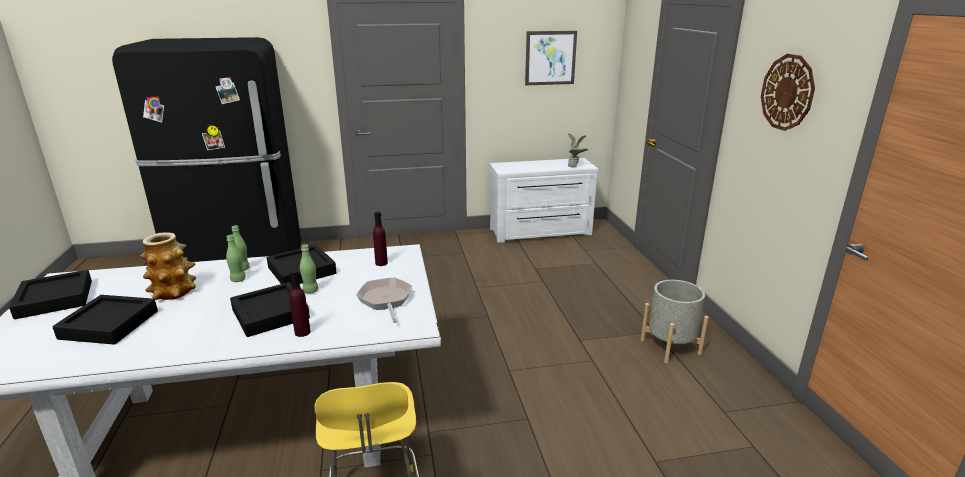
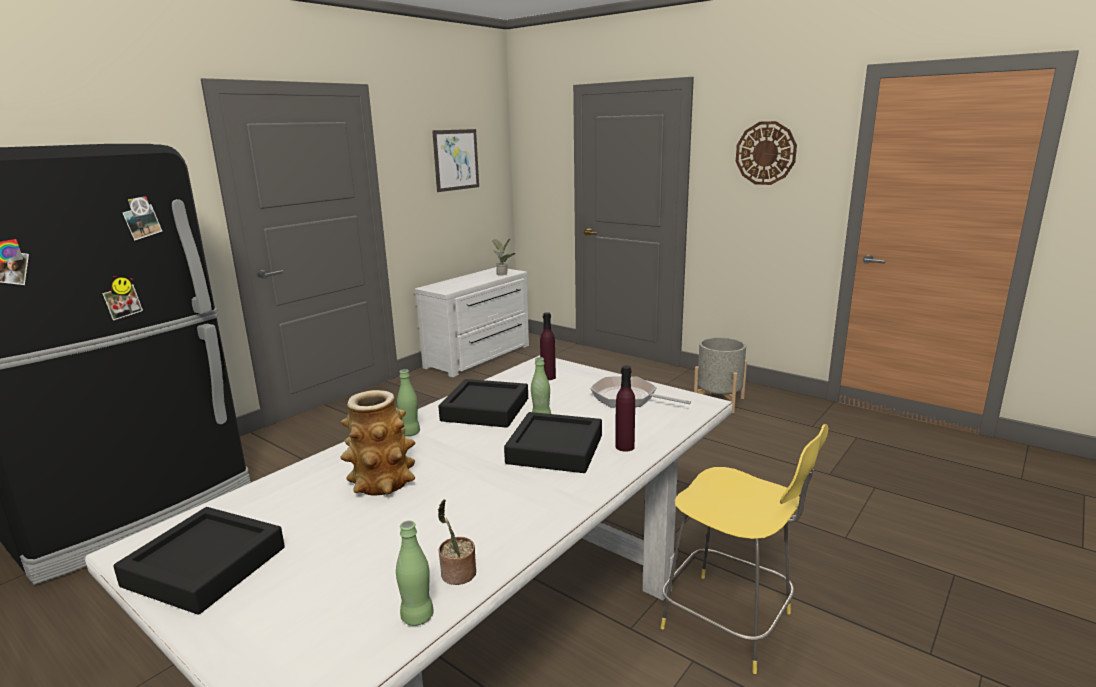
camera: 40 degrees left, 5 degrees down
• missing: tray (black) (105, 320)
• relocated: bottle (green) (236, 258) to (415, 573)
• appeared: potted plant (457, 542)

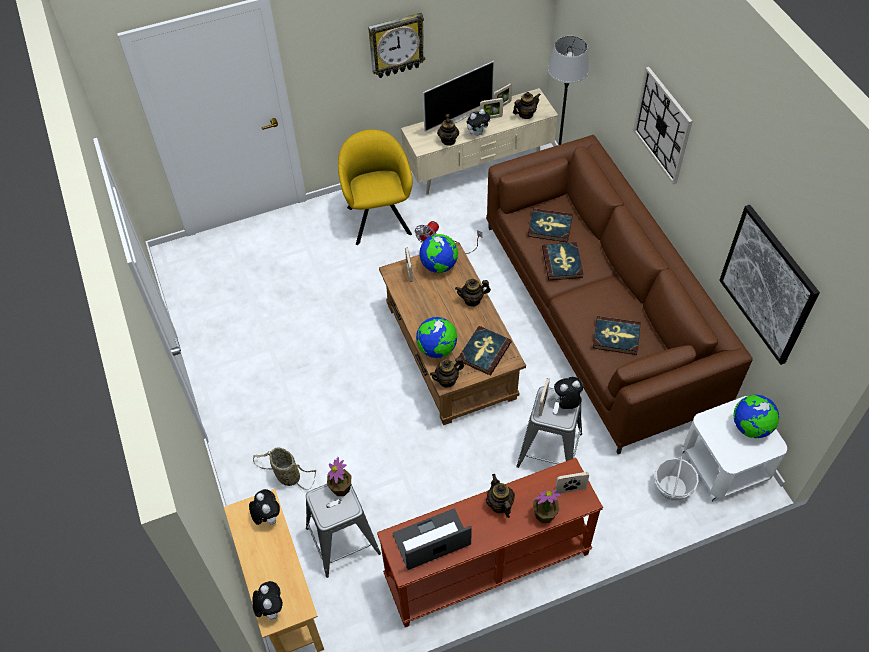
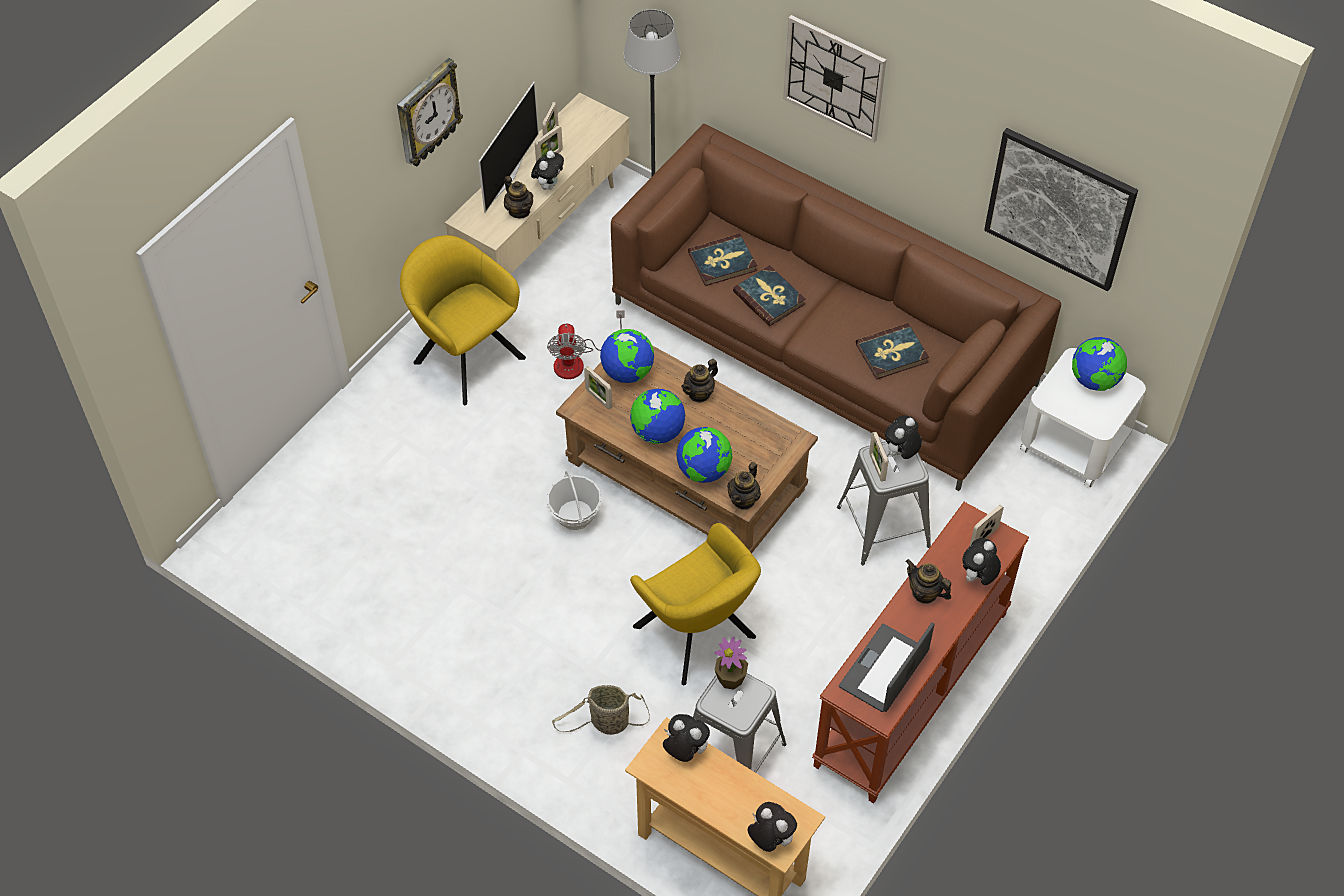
camera: 35 degrees left, 0 degrees up
• missing: book (485, 350)
• missing: teapot (527, 105)
• exchanged: potted plant (547, 506) to plush toy (981, 561)
• relocated: basket (676, 478) to (574, 500)
• appeared: globe (657, 416)
• appeared: armchair (yellow) (695, 604)

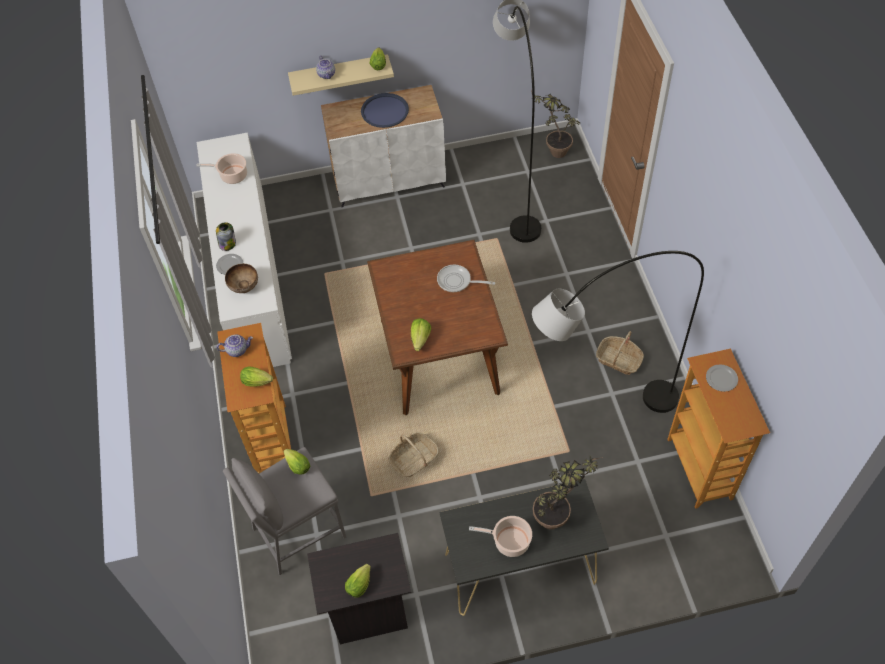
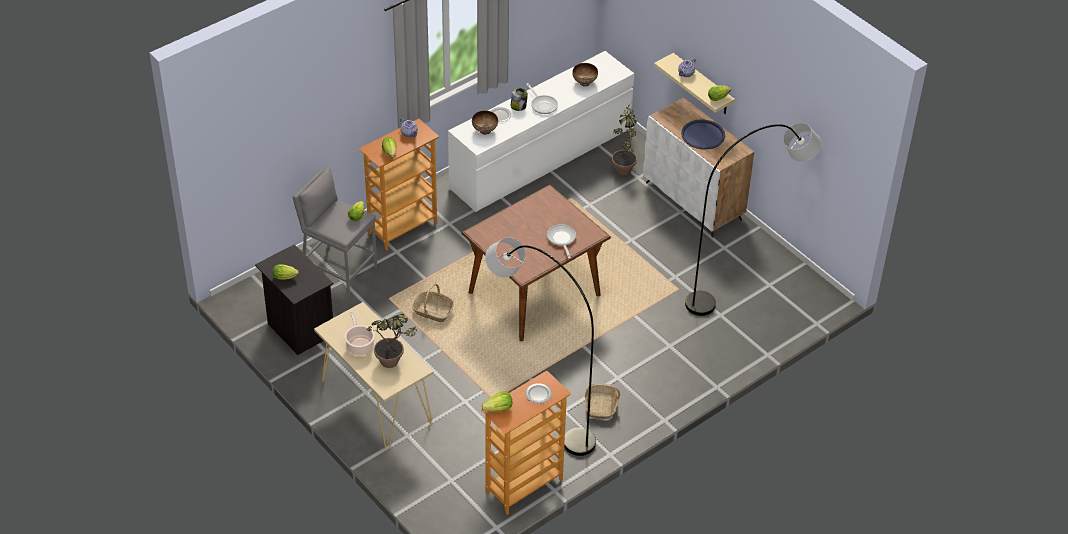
camera: 60 degrees right, 10 degrees down
• exchanged: cooking pot (221, 168) to bowl (585, 74)
• relocated: lettuce (421, 334) to (496, 401)
• colour: console table (black) (524, 547) to console table (beige) (374, 375)
• relocated: potted plant (555, 124) to (624, 139)
• appeared: frying pan (542, 98)

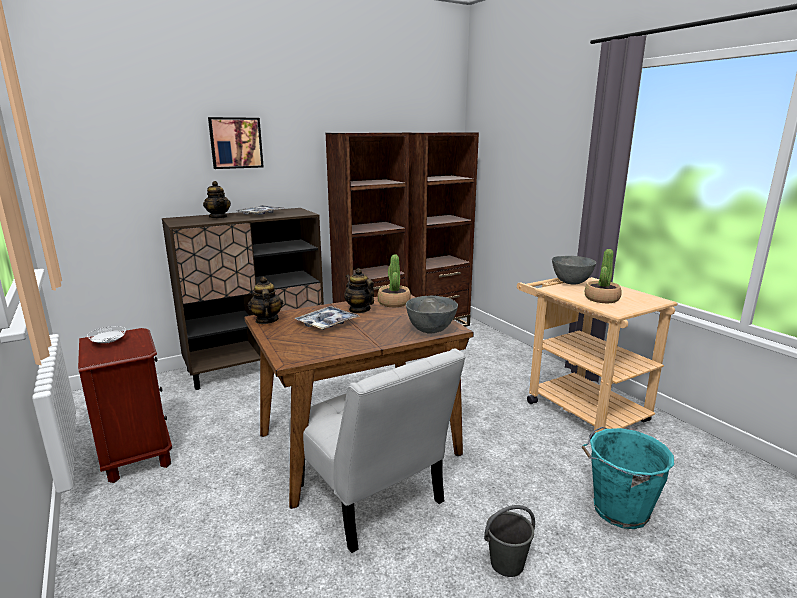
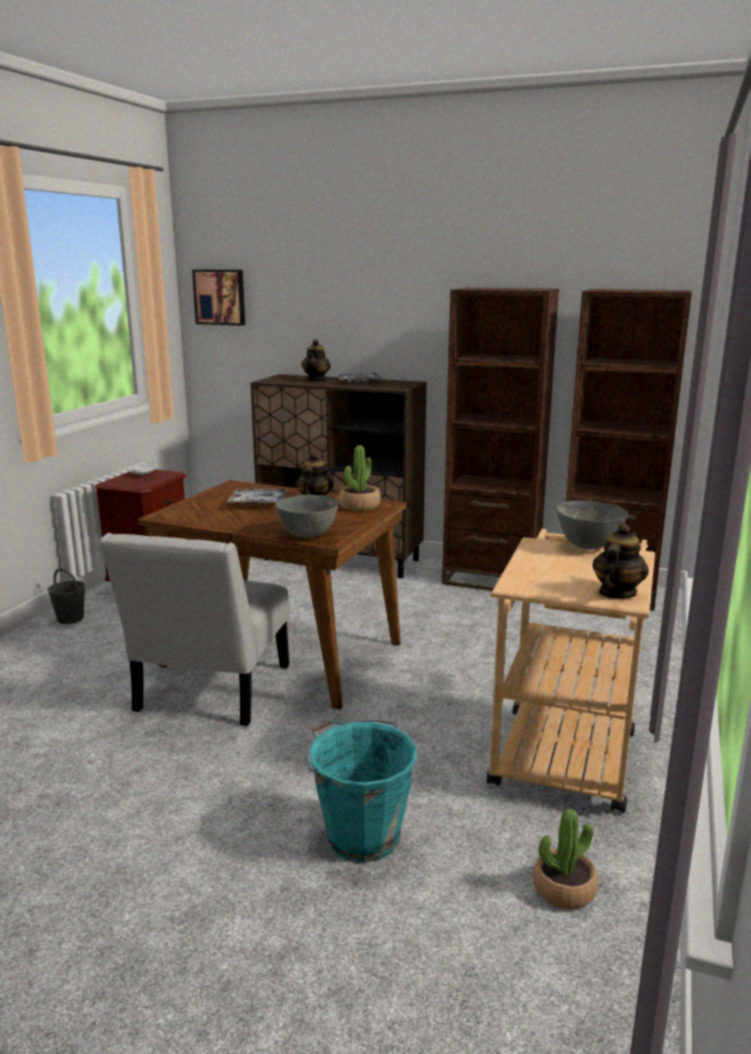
camera: 50 degrees right, 0 degrees up
• relocated: picture (236, 143) to (218, 298)
• relocated: teapot (265, 300) to (621, 561)
• relocated: bucket (grey) (509, 541) to (66, 596)
• relocated: potted plant (603, 276) to (565, 859)

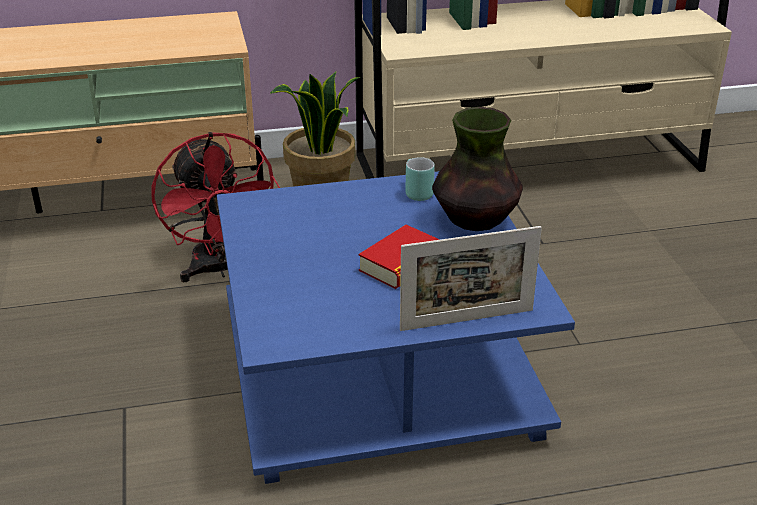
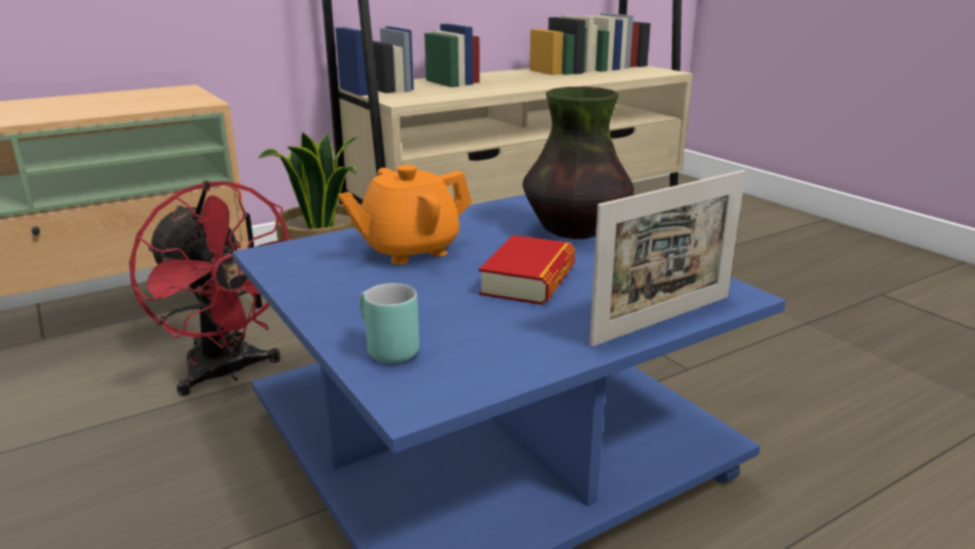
camera: 20 degrees left, 10 degrees down
• relocated: mug (turquoise) (420, 179) to (389, 323)
• appeared: teapot (orange) (405, 215)

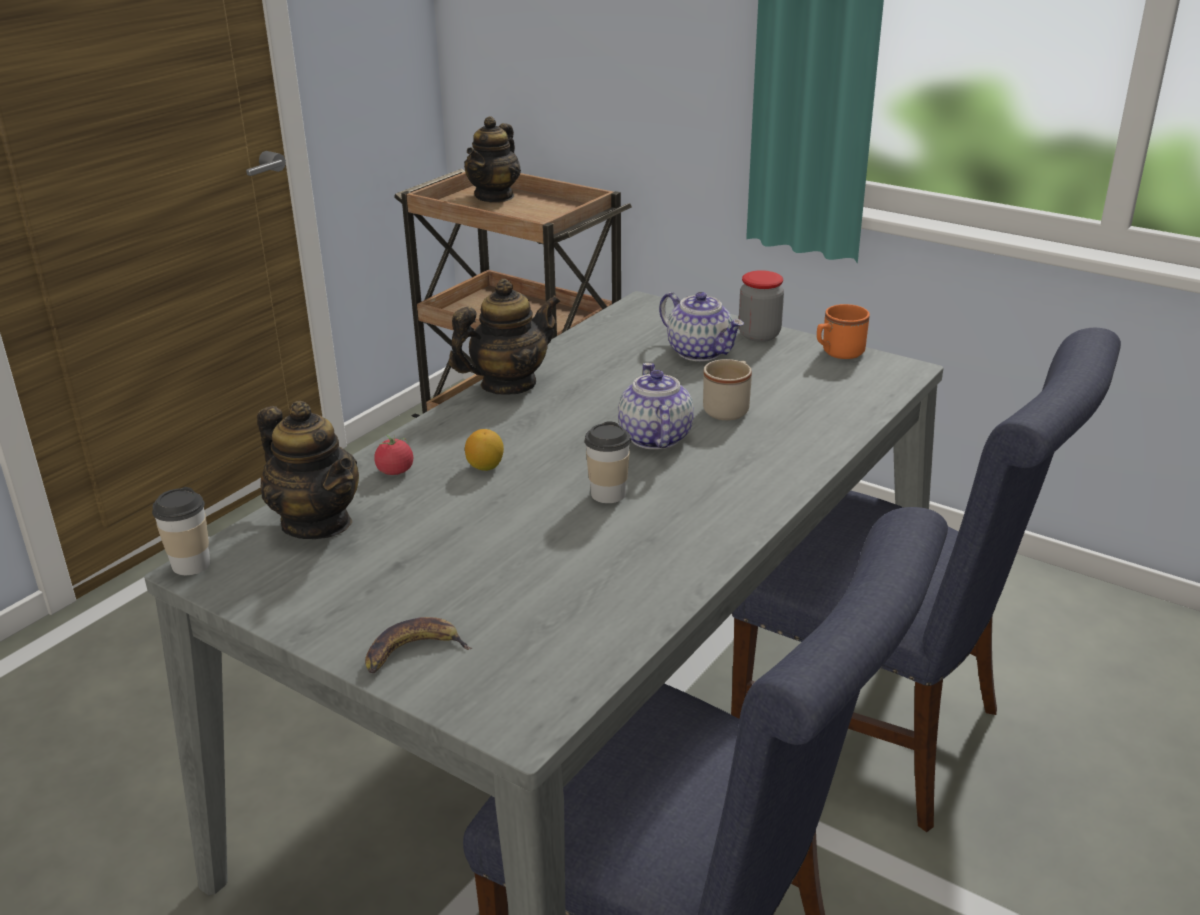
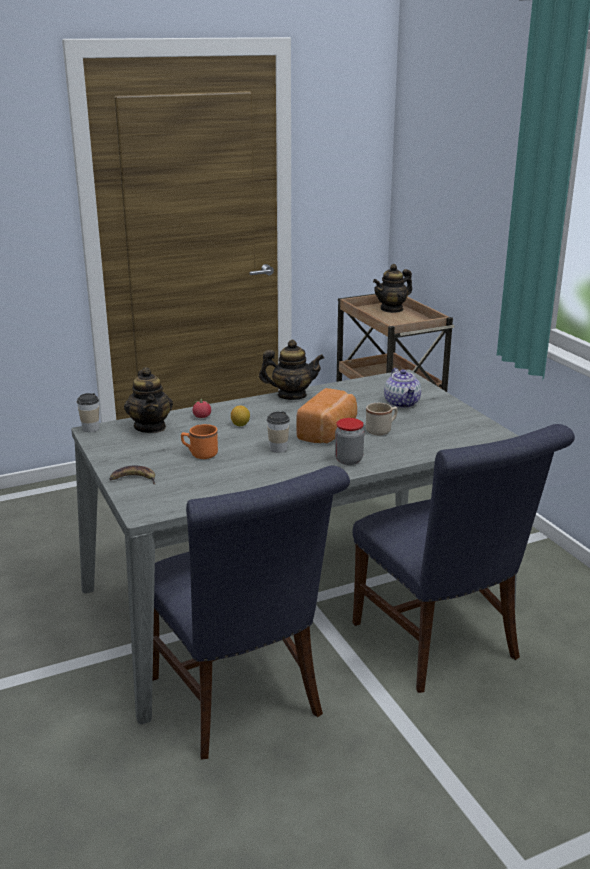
camera: 30 degrees right, 5 degrees down
• exchanged: teapot (656, 406) to bread (326, 415)
• relocated: jar (761, 306) to (349, 441)
• relocated: mug (orange) (843, 331) to (199, 441)

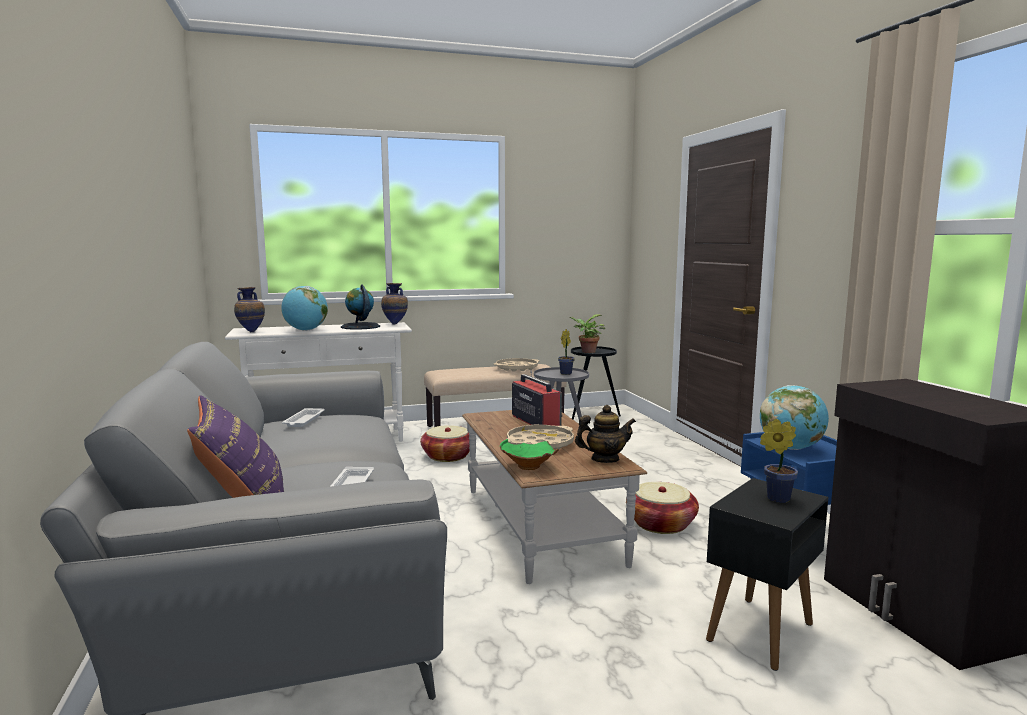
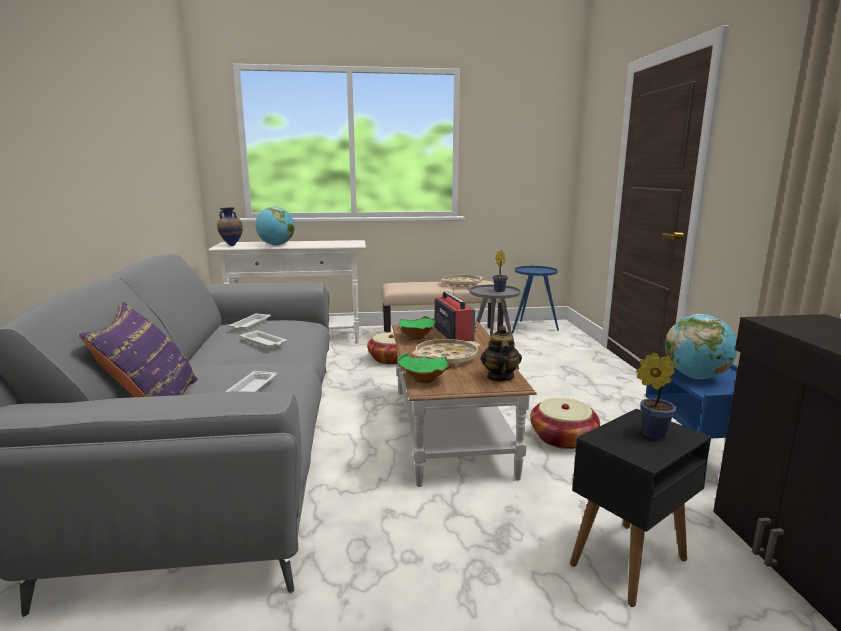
camera: 10 degrees right, 5 degrees up
• missing: globe (360, 307)
• missing: vase (394, 304)
• missing: potted plant (587, 333)
• colour: side table (black) (596, 383) to side table (blue) (535, 300)
• spun: teapot (605, 434) = (501, 353) 90 degrees counterclockwise
• appeared: tray (white) (263, 339)
• appeared: bowl (green) (417, 328)

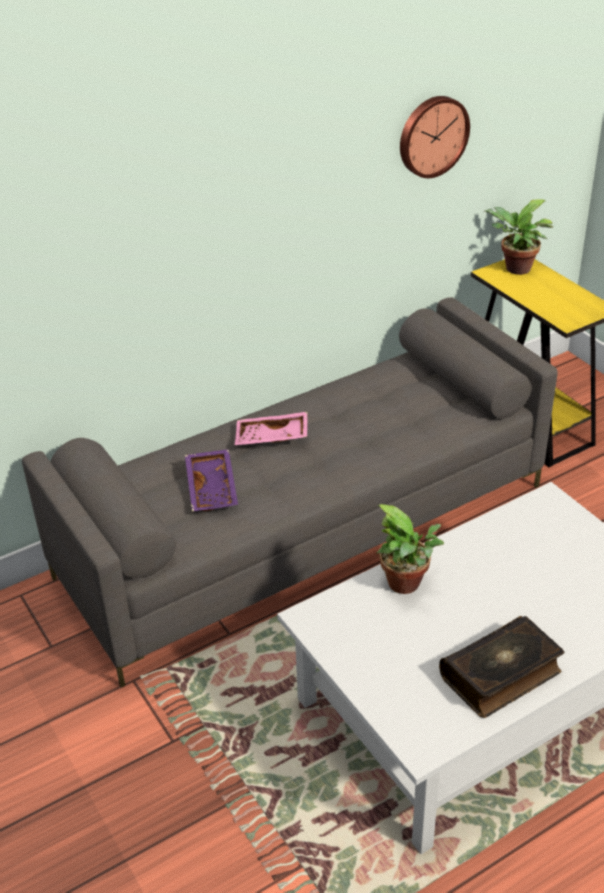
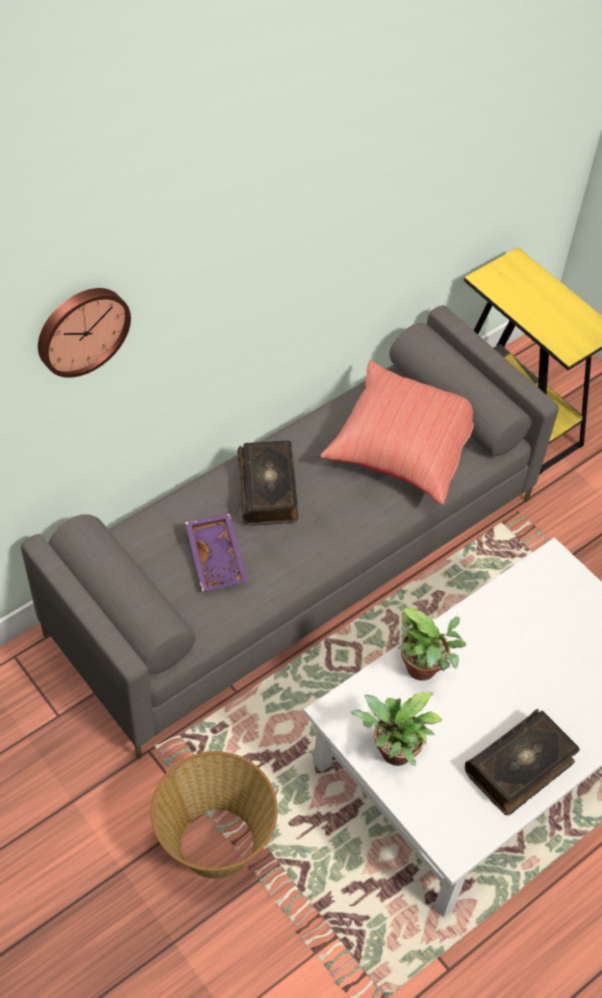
camera: 10 degrees left, 15 degrees up
• exchanged: tray (pink) (271, 428) to book (268, 483)
• relocated: wall clock (435, 137) to (84, 333)
• relocated: potted plant (519, 237) to (396, 729)
• appeared: basket (214, 815)
• appeared: pillow (red) (397, 432)

